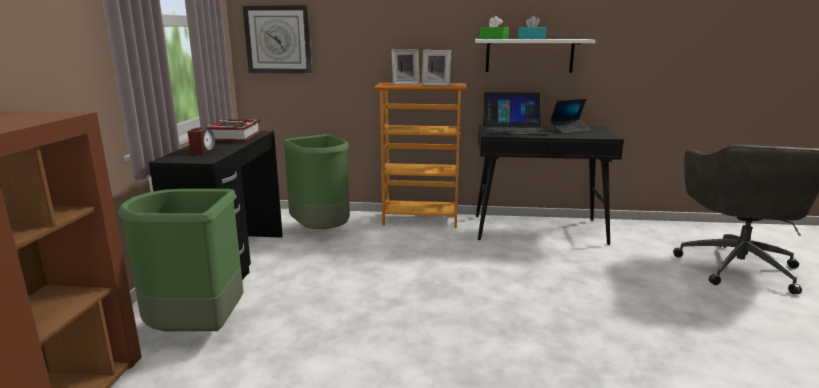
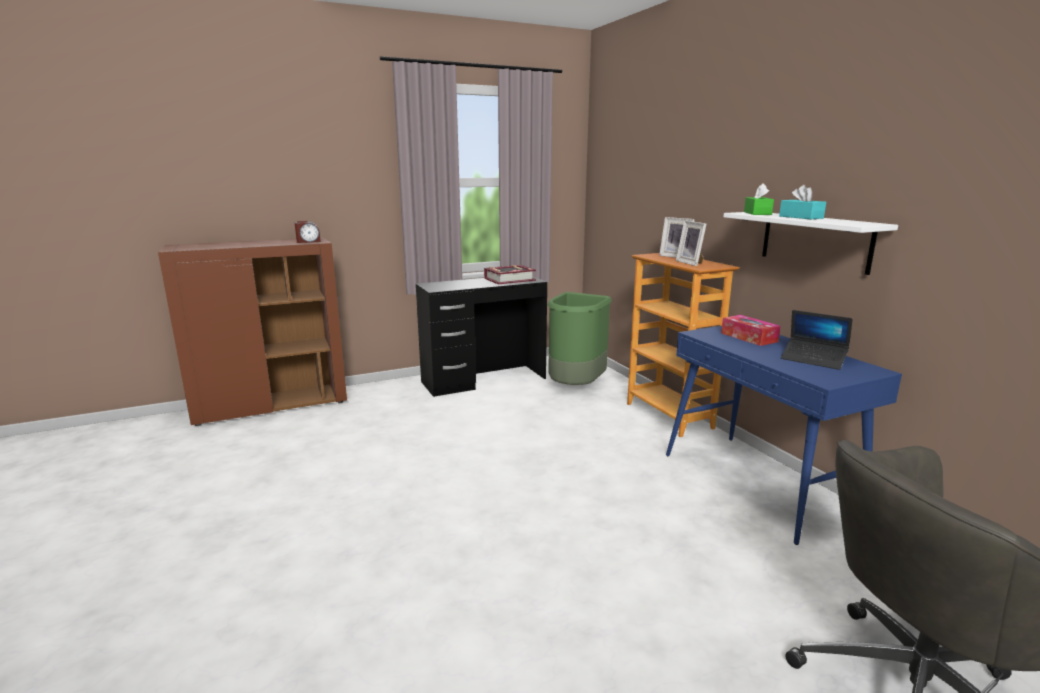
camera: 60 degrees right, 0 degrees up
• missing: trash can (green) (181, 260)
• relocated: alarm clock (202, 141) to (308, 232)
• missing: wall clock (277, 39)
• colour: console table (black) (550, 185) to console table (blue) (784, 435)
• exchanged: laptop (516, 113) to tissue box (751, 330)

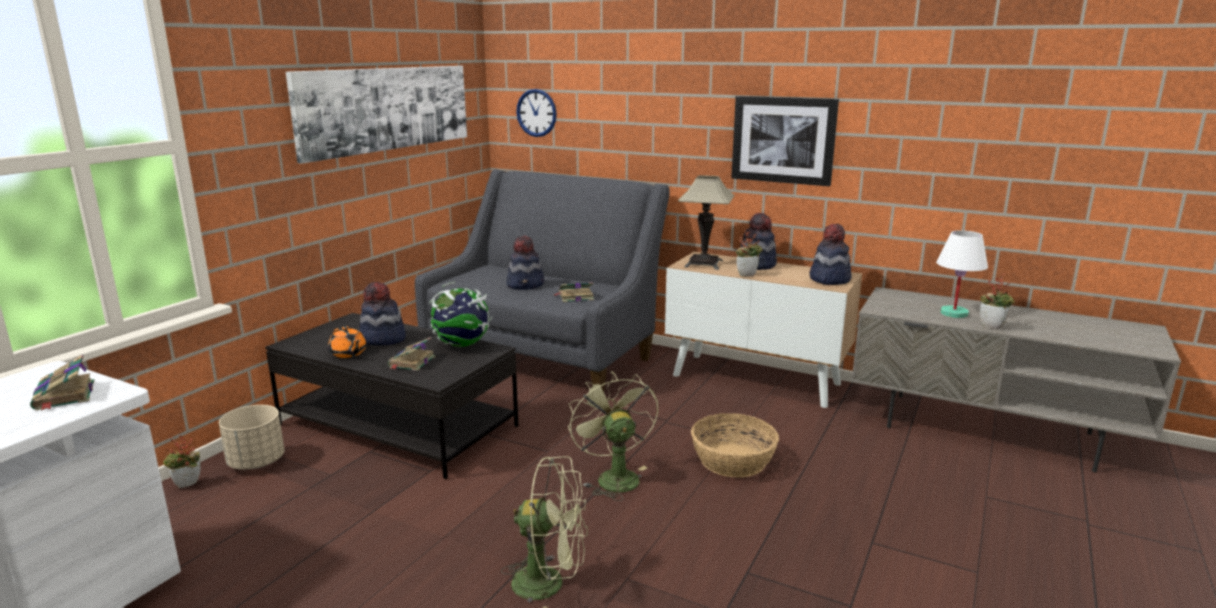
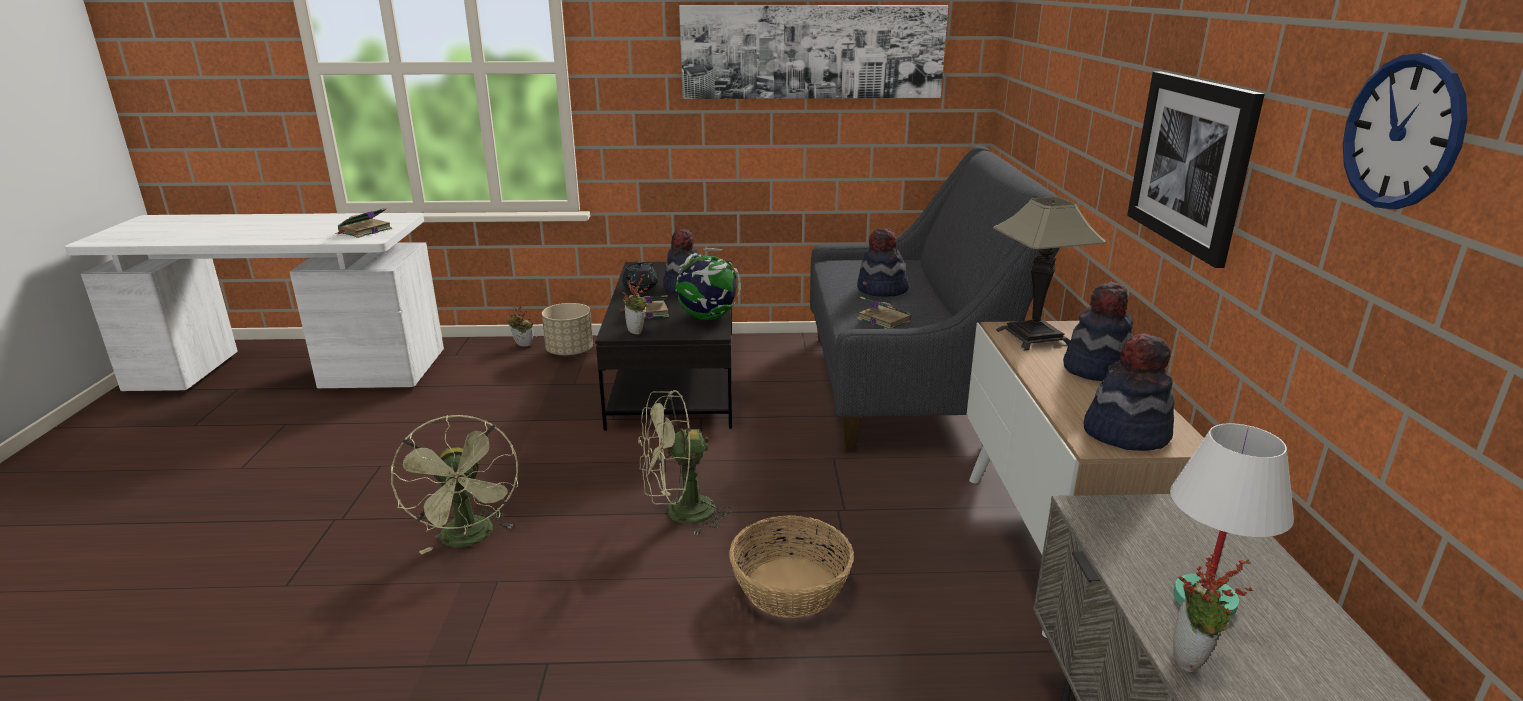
camera: 60 degrees right, 5 degrees up
• colour: teapot (orange) (347, 342) to teapot (black) (640, 276)
• relocated: wall clock (536, 113) to (1405, 131)
• spun: fan (green) (613, 436) = (685, 462) 150 degrees counterclockwise
• relocated: potted plant (749, 252) to (636, 304)

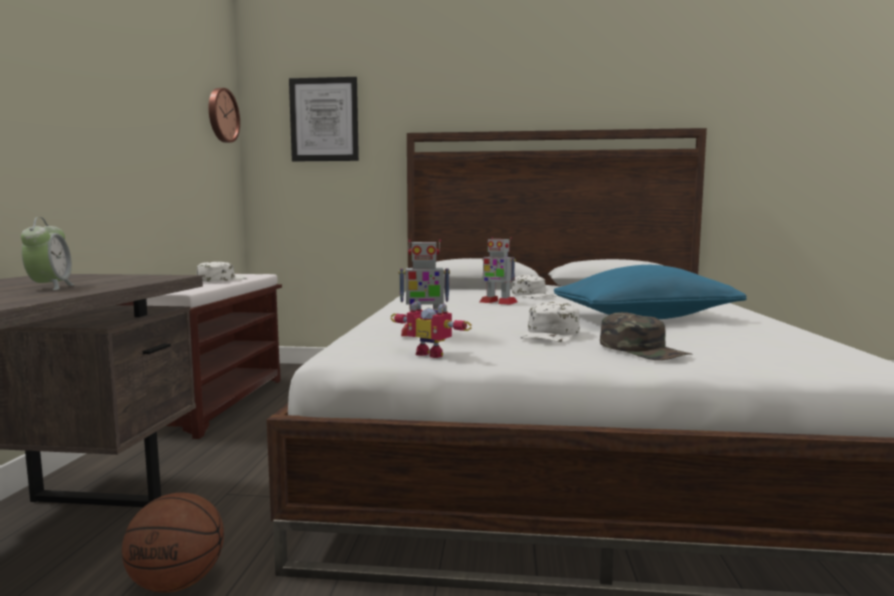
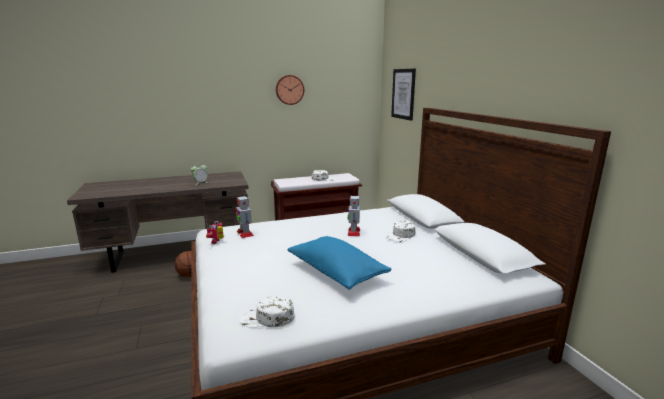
camera: 65 degrees right, 10 degrees up
• relocated: wall clock (224, 115) to (290, 90)
• relocated: cap (white) (550, 321) to (267, 311)
• missing: cap (green) (646, 336)

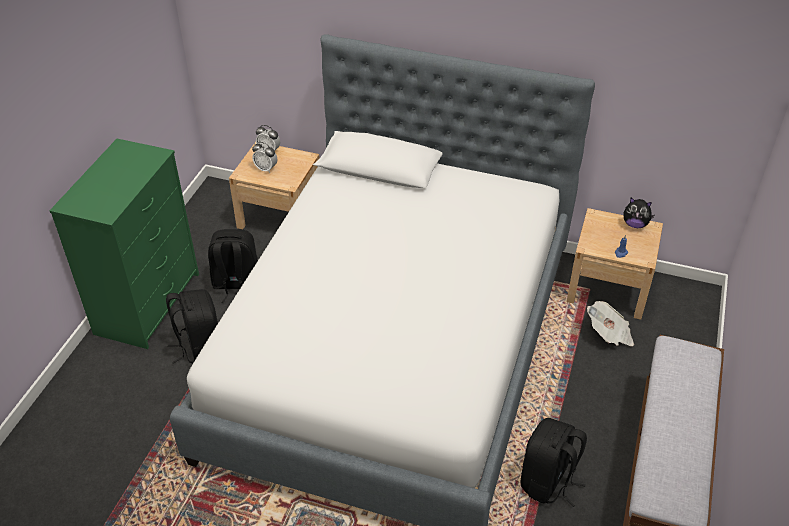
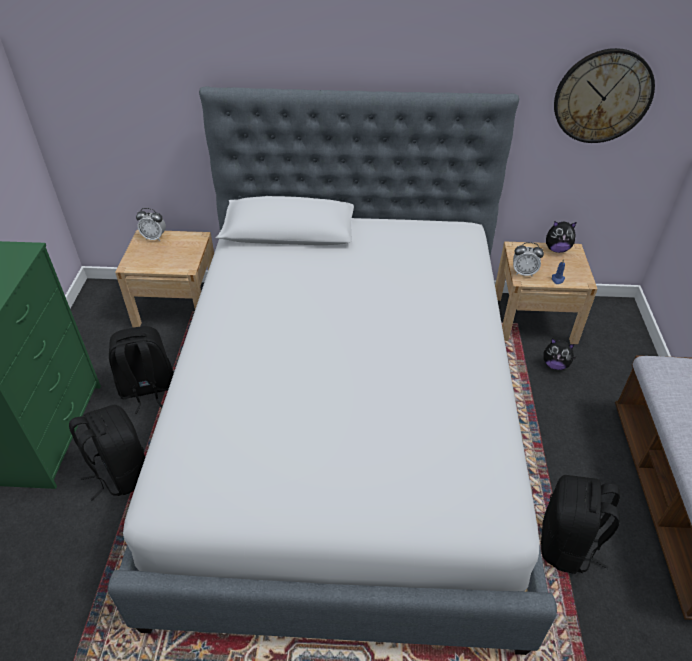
camera: 15 degrees left, 0 degrees up
• relocated: alarm clock (264, 157) to (528, 259)
• exchanged: newspaper (610, 323) to plush toy (560, 354)
• appeared: wall clock (604, 95)

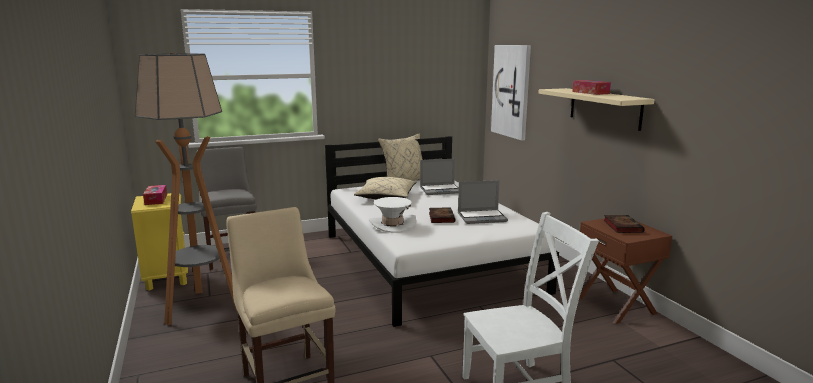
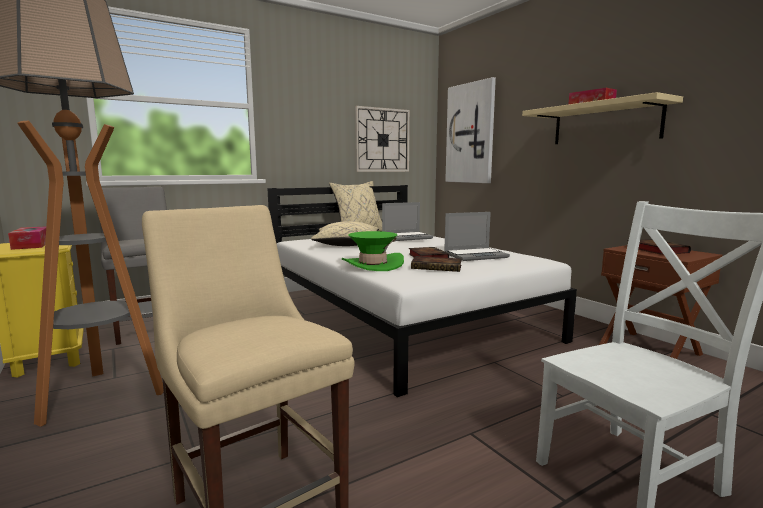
camera: 10 degrees left, 5 degrees down
• colour: hat (white) (393, 215) to hat (green) (373, 251)
• appeared: wall clock (382, 139)
• appeared: book (436, 264)

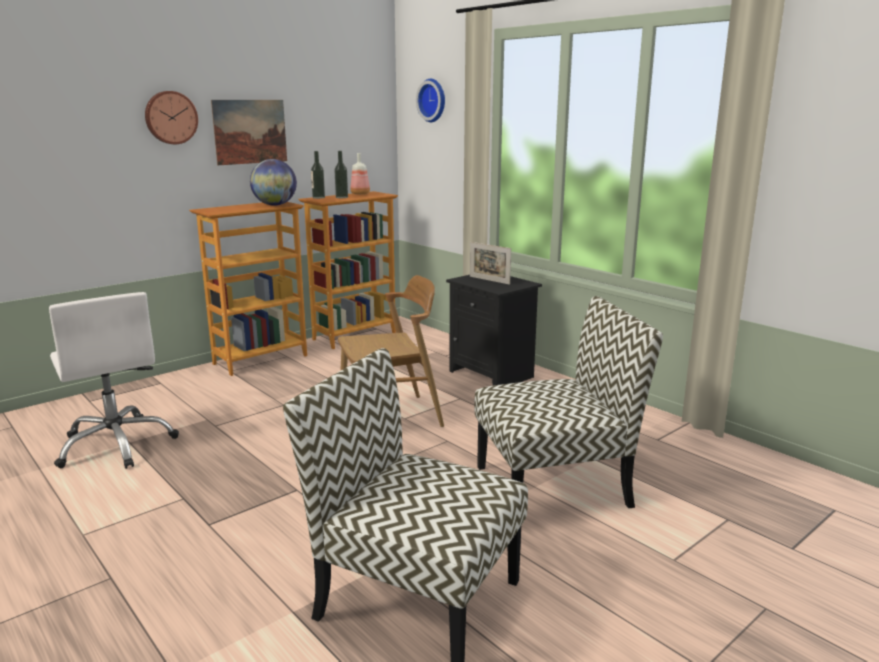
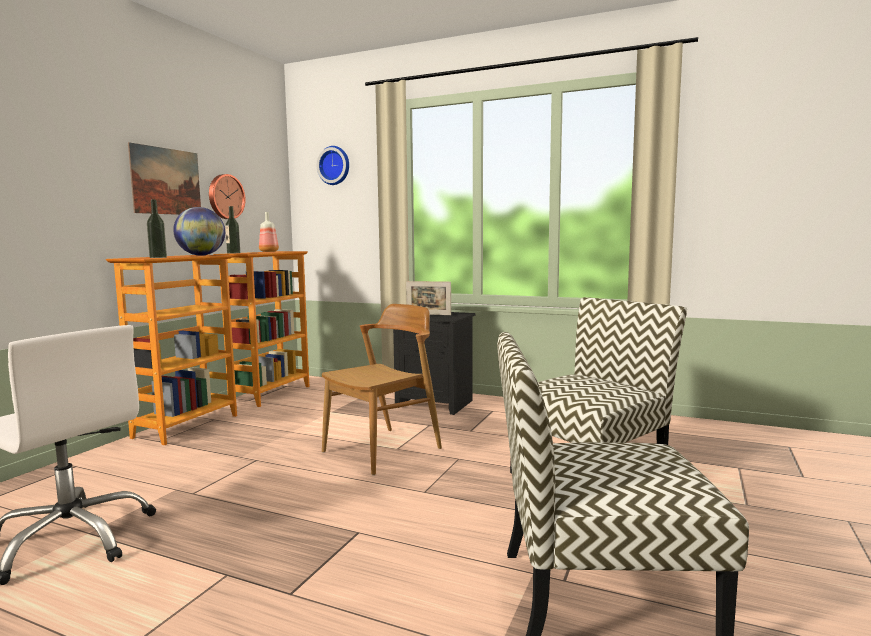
camera: 25 degrees left, 10 degrees down
• relocated: wall clock (171, 117) to (227, 196)
• relocated: bottle (341, 174) to (157, 228)

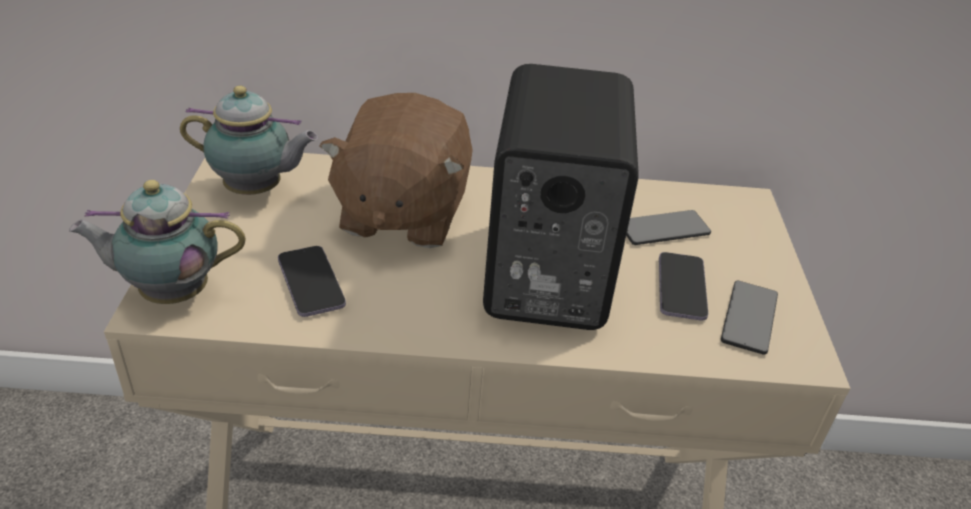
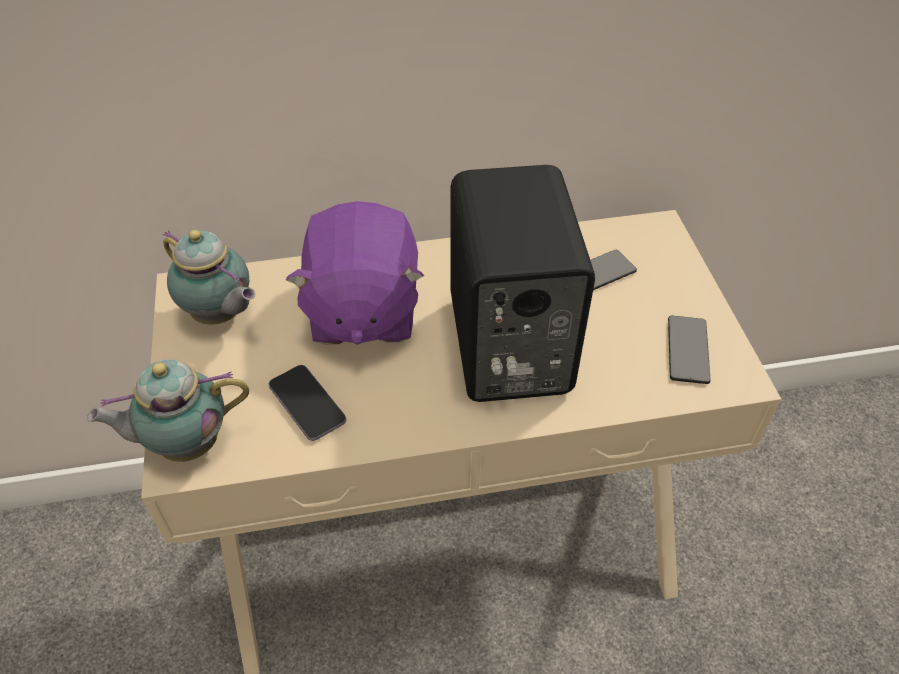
camera: 10 degrees left, 10 degrees up
• spun: teapot (249, 140) = (209, 277) 45 degrees clockwise
• colour: plush toy (brown) (396, 170) to plush toy (purple) (355, 273)
• missing: phone (683, 286)

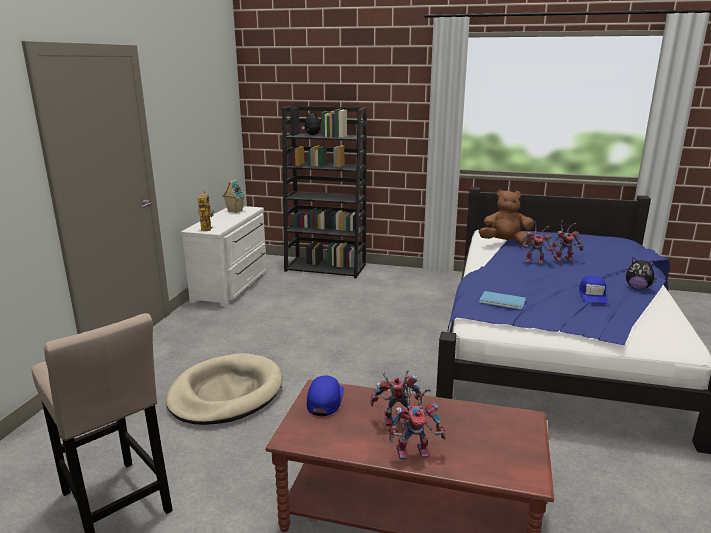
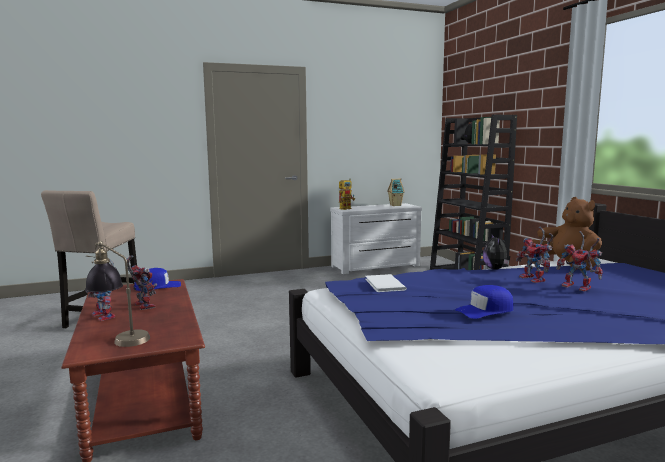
camera: 55 degrees right, 10 degrees down
• missing: dog bed (beige) (224, 389)
• colour: book (blue) (503, 300) to book (white) (386, 283)
• relocated: plush toy (641, 273) to (496, 251)
• appeared: table lamp (117, 294)

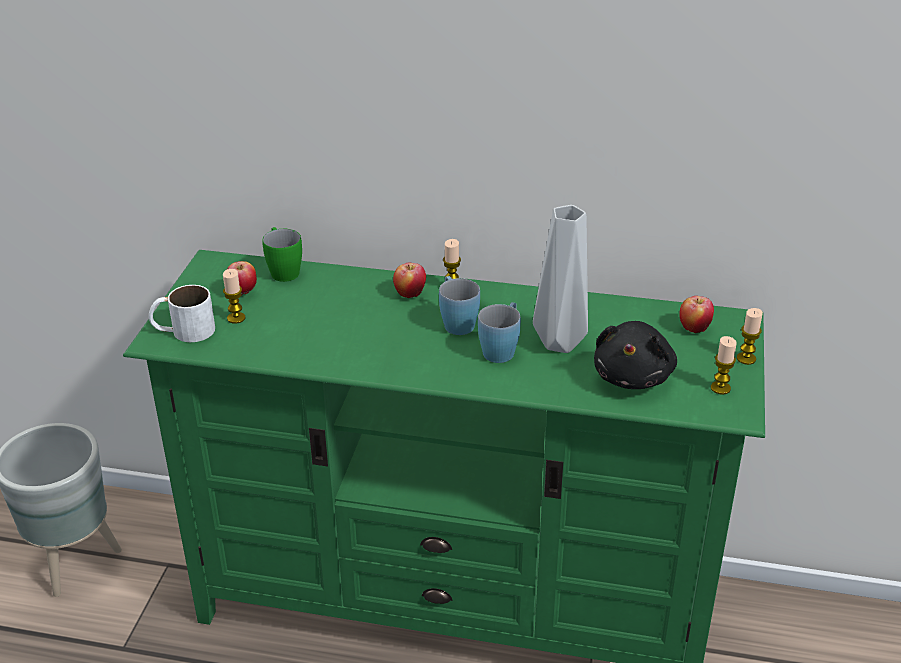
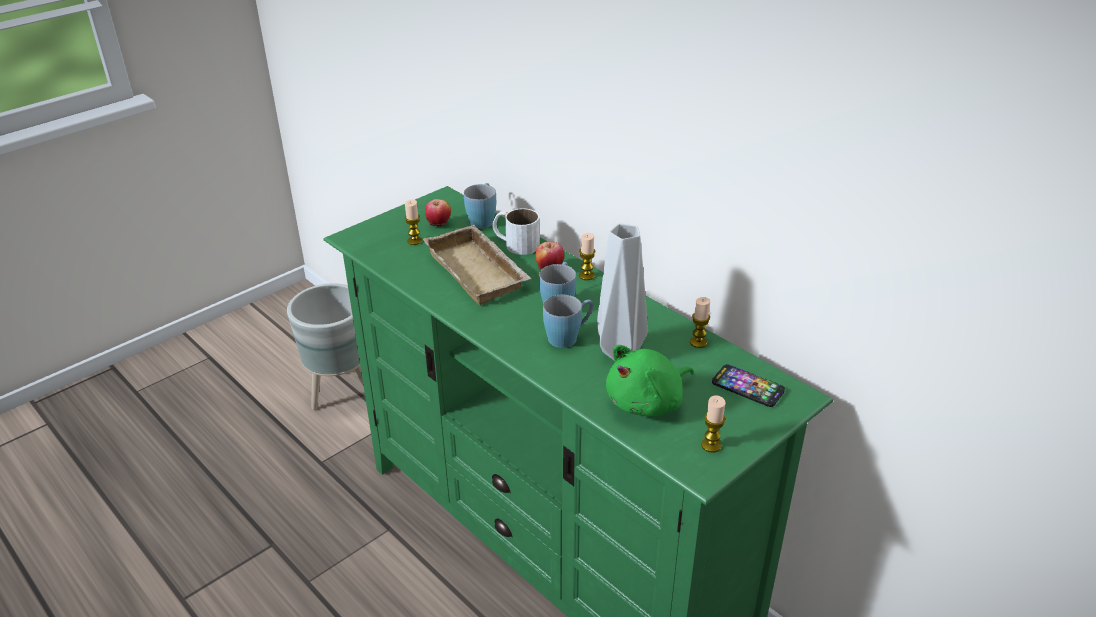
camera: 35 degrees right, 0 degrees up
• relocated: mug (white) (182, 313) to (516, 231)
• colour: mug (green) (282, 254) to mug (blue) (480, 206)
• colour: plush toy (black) (635, 355) to plush toy (green) (650, 381)
• exchanged: apple (696, 314) to phone (748, 385)
• relocated: candle (750, 336) to (700, 322)
• appeared: tray (beige) (477, 265)

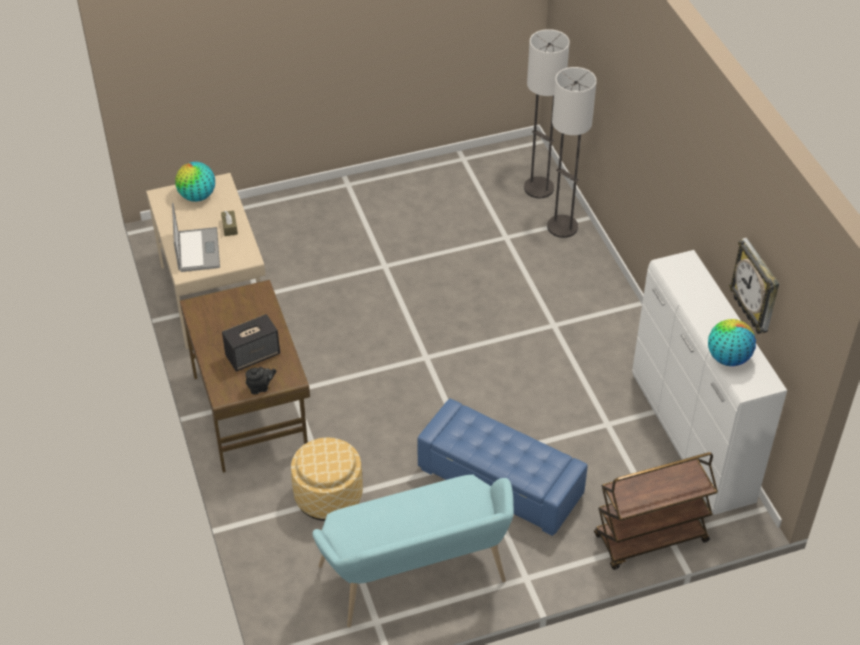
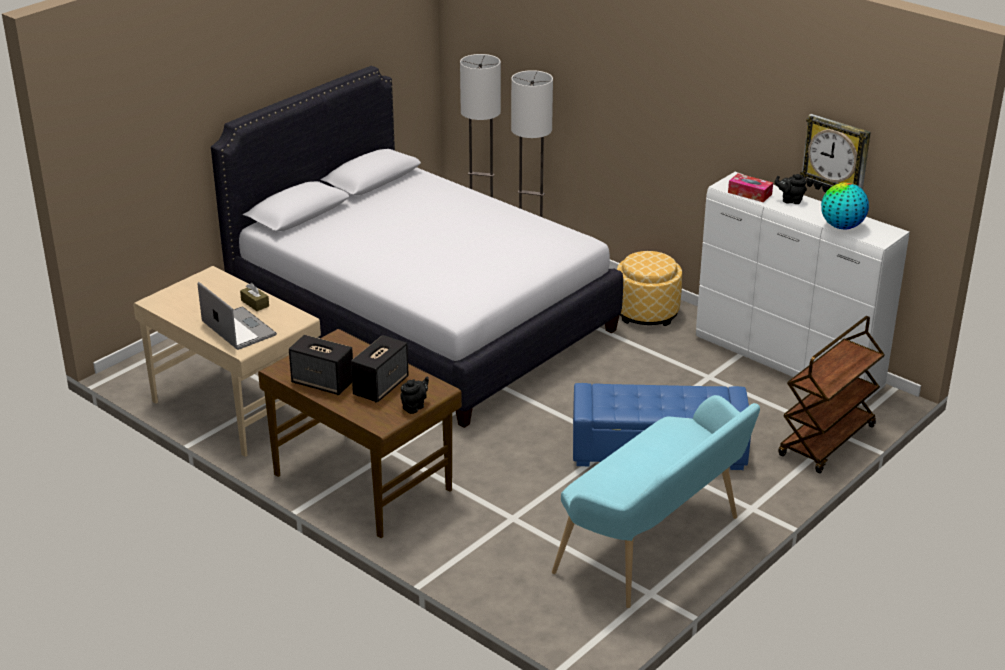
camera: 30 degrees left, 15 degrees down
• missing: globe (195, 182)
• relocated: ottoman (327, 479) to (649, 288)
• appeared: bed (white) (417, 247)
• appeared: speaker (321, 365)
• appeared: tissue box (750, 187)
• appeared: teapot (black) (791, 189)

